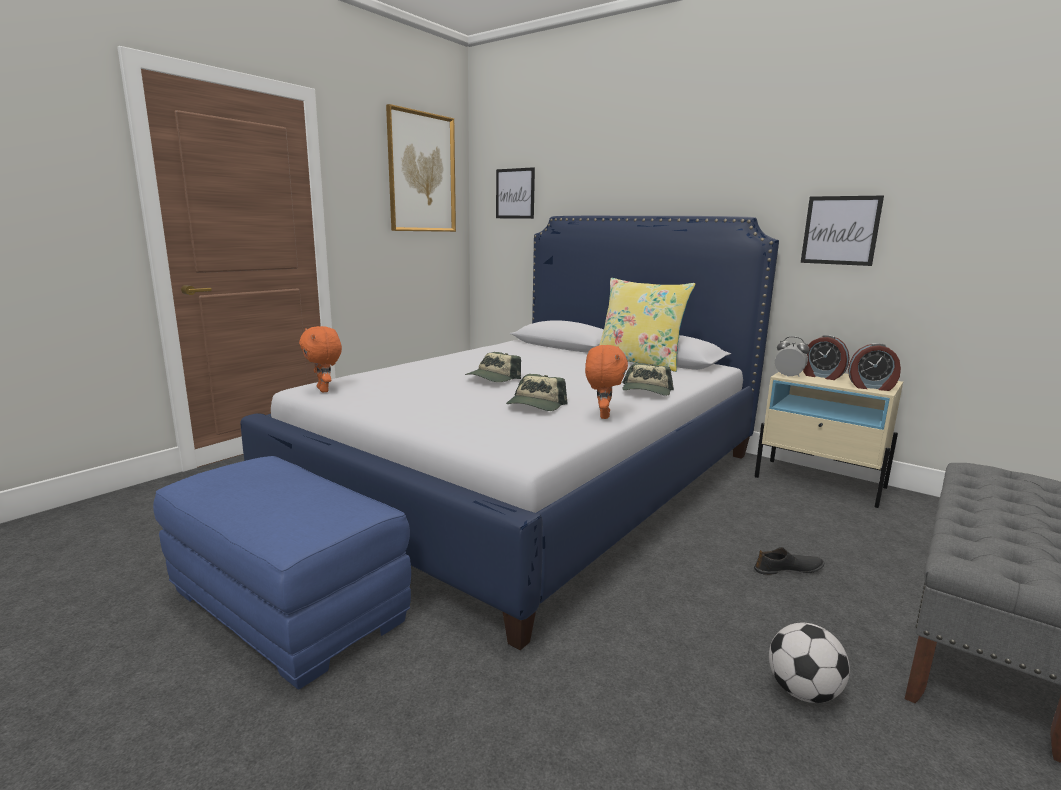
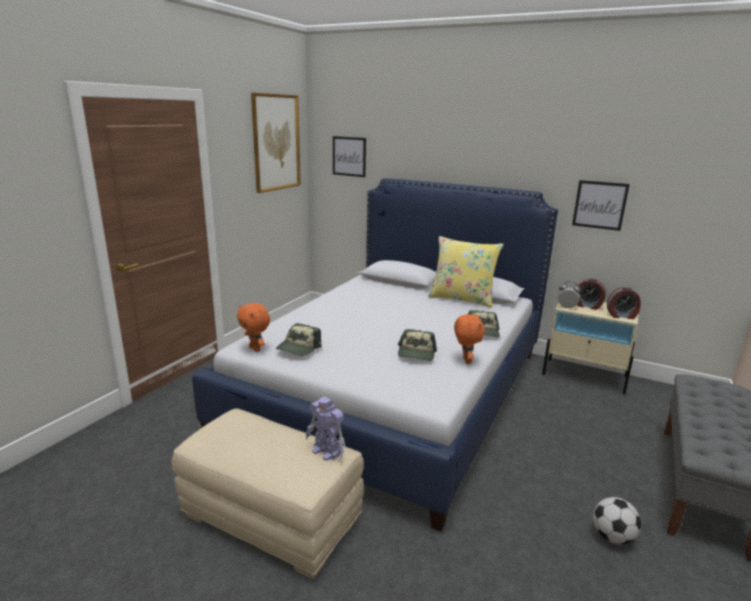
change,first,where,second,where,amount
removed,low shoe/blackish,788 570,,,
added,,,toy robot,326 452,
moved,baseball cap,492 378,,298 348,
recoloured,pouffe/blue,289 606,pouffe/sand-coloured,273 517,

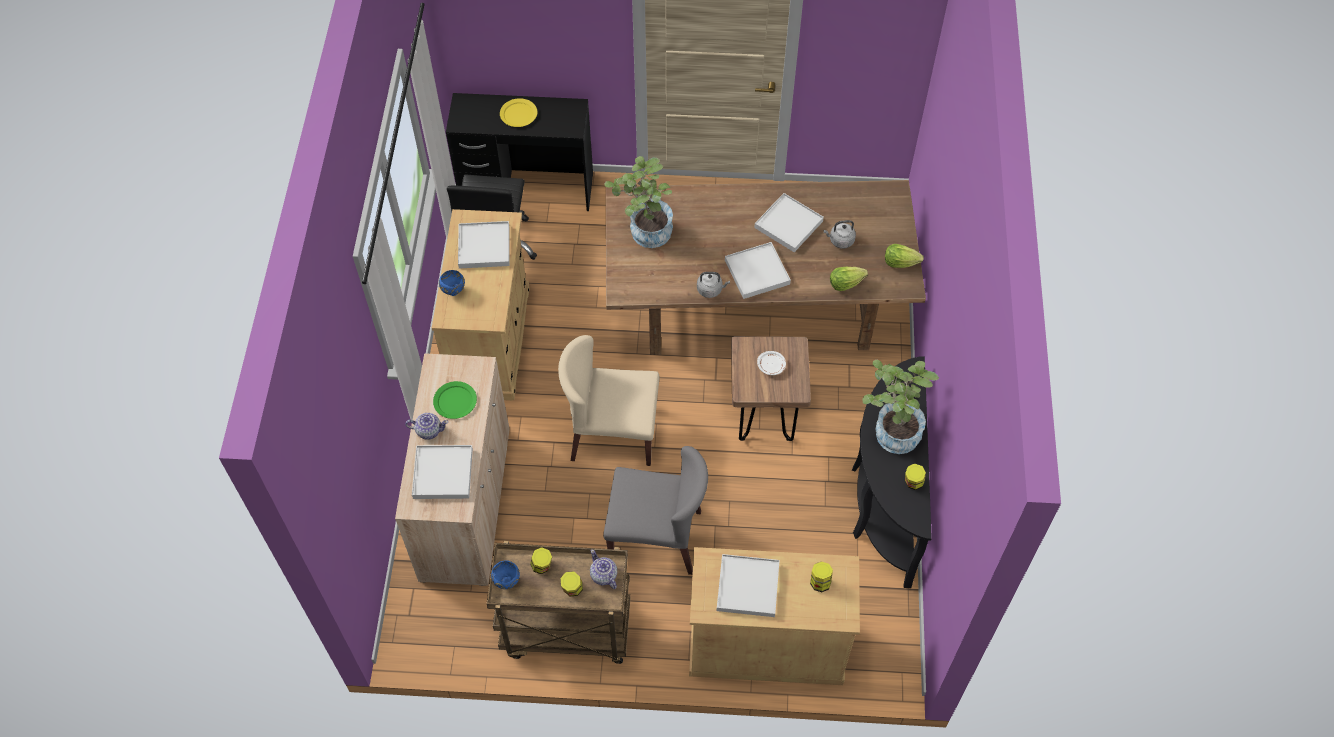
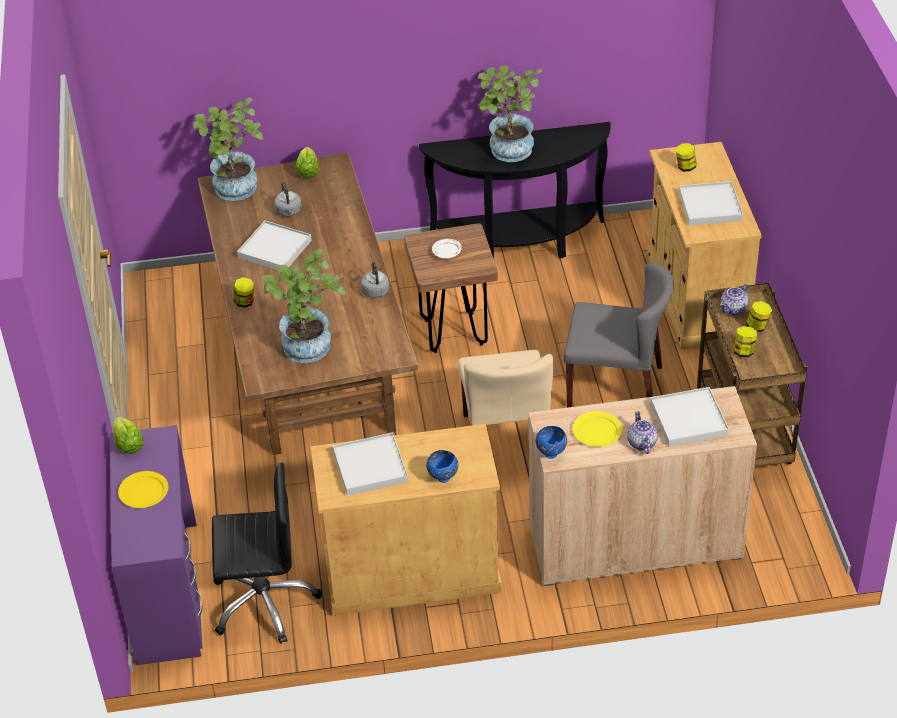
change,first,where,second,where,amount
removed,serving tray/white,757 272,,,
added,,,plant in a pot,236 192,
moved,bowl/blue,507 582,,551 453,
moved,lettuce,845 283,,128 444,
moved,jar,913 482,,245 302,
recoloured,dinner plate/greenish,455 401,dinner plate/yellowish,597 431,
recoloured,desk/blackish,527 188,desk/purple,166 592,
turned,upright chair/grey,656 537,,616 386,105 degrees clockwise

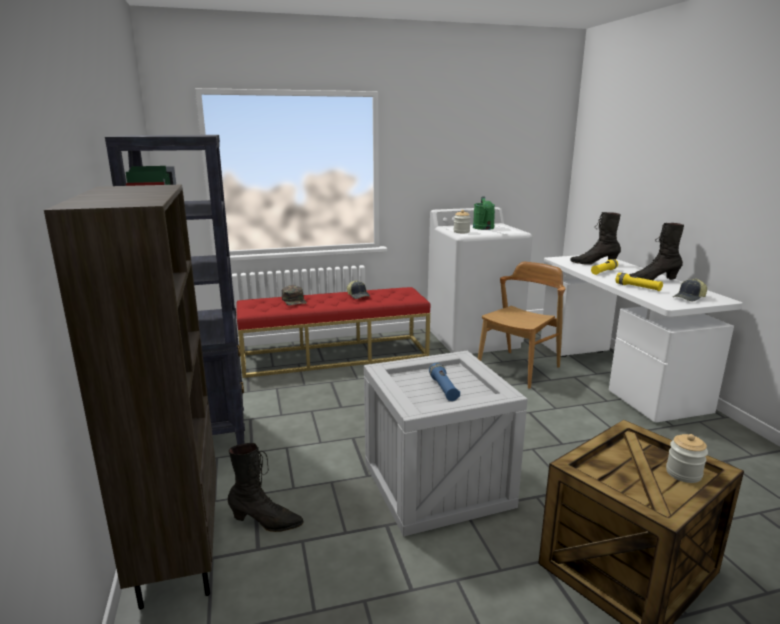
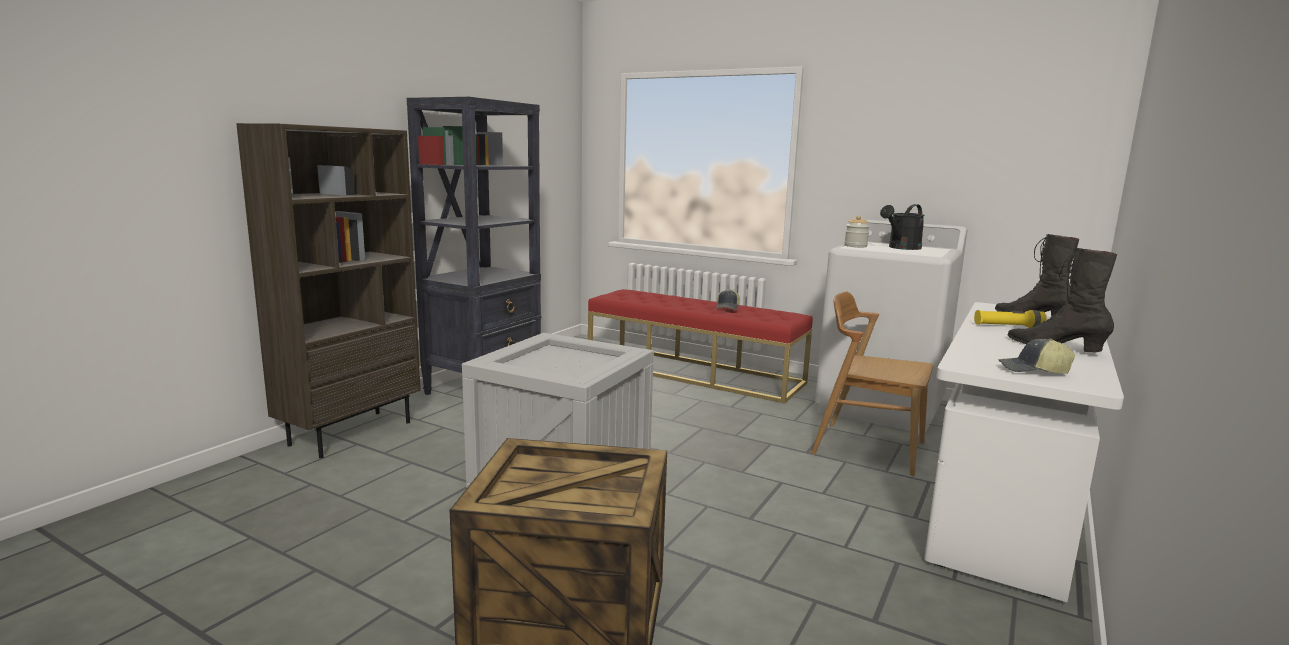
change,first,where,second,where,amount
removed,tall boot/blackish,266 522,,,
removed,baseball cap/greenish,294 300,,,
removed,hand torch/blue,443 388,,,
removed,hand torch/yellowish,637 287,,,
removed,jar,683 473,,,
recoloured,sprinkling can/greenish,484 228,sprinkling can/blackish,901 248,
turned,upright chair/brown,519 369,,868 448,150 degrees counterclockwise

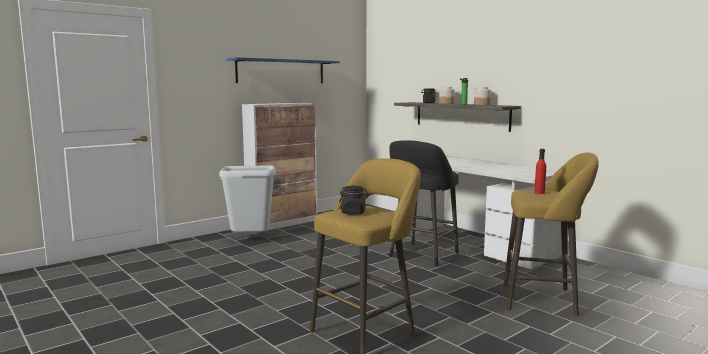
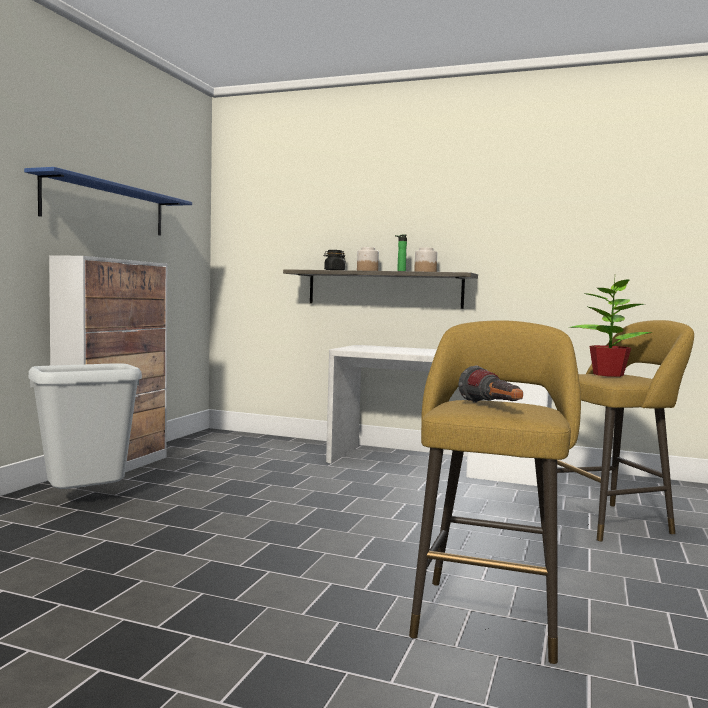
change,first,where,second,where,amount
removed,stool/blackish,422 255,,,
replaced,jar/blackish,353 212,hand torch,493 407,
replaced,beverage bottle/red,539 192,plant in a pot,608 374,

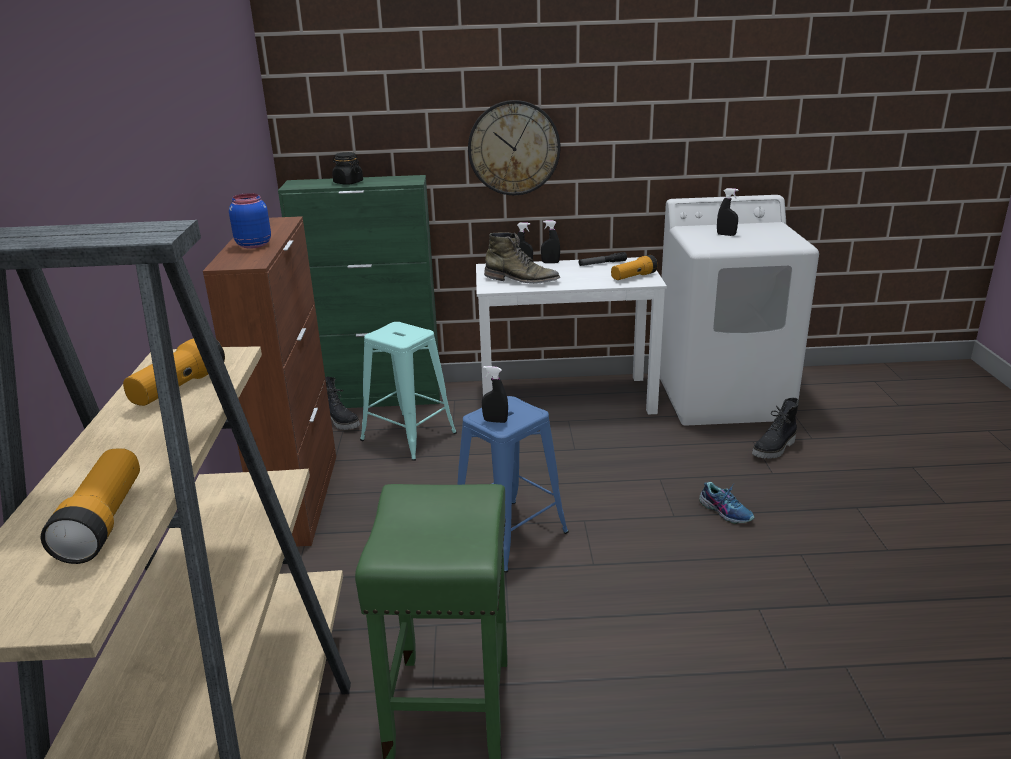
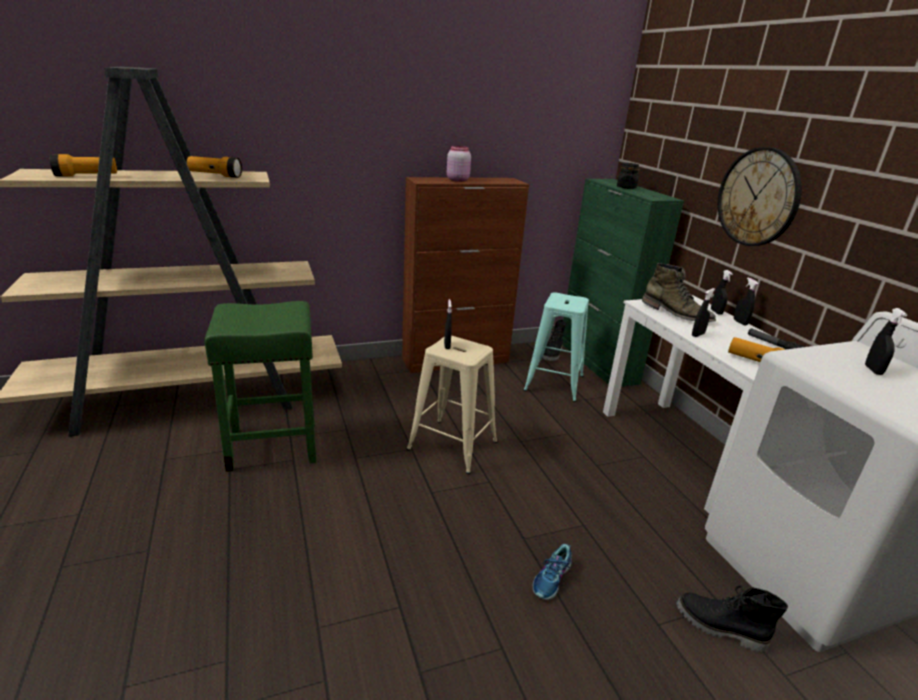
change,first,where,second,where,amount
added,,,sprayer/blackish,698 334,
recoloured,jar/blue,253 245,jar/pinkish,458 180,
recoloured,stool/blue,509 535,stool/sand-coloured,452 445,
turned,tall boot/greenish,521 280,,676 313,45 degrees counterclockwise

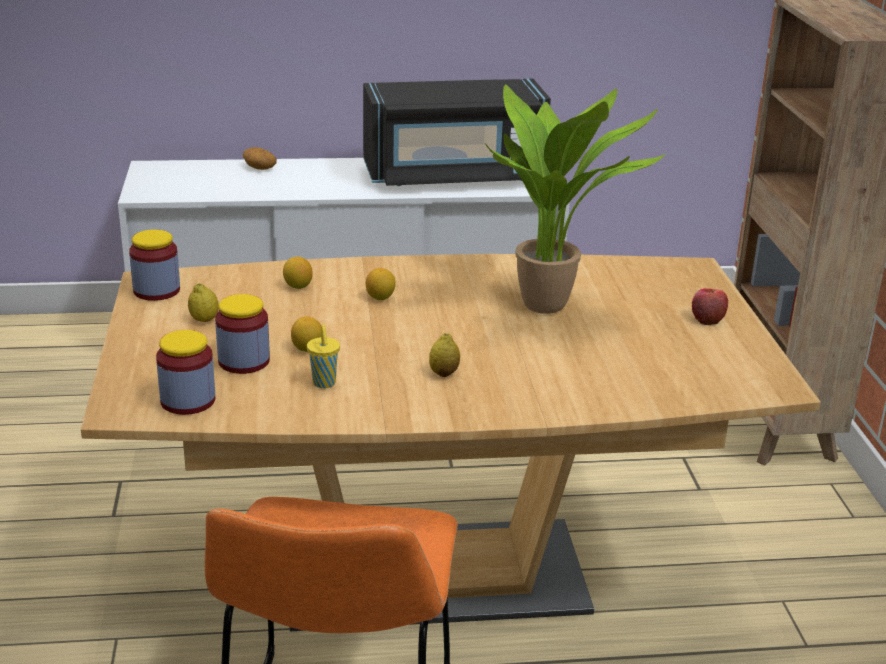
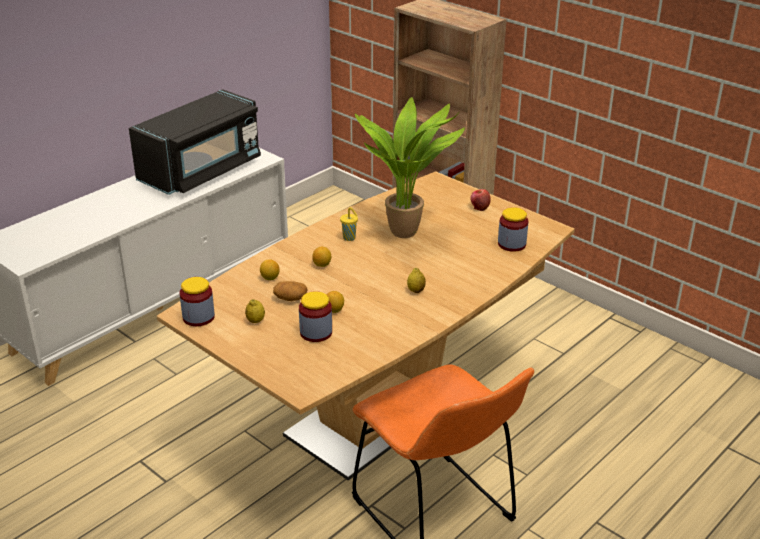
change,first,where,second,where,amount
moved,jar,188 401,,511 244,
moved,potato,259 168,,290 298,
moved,drinking cup/yellowish,324 384,,350 238,

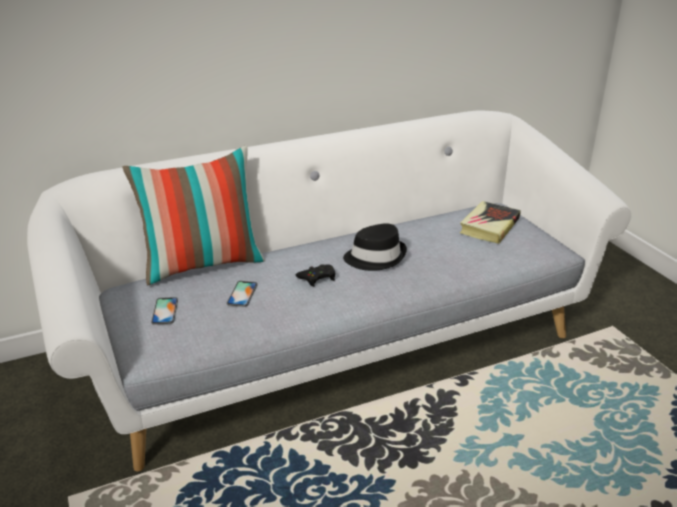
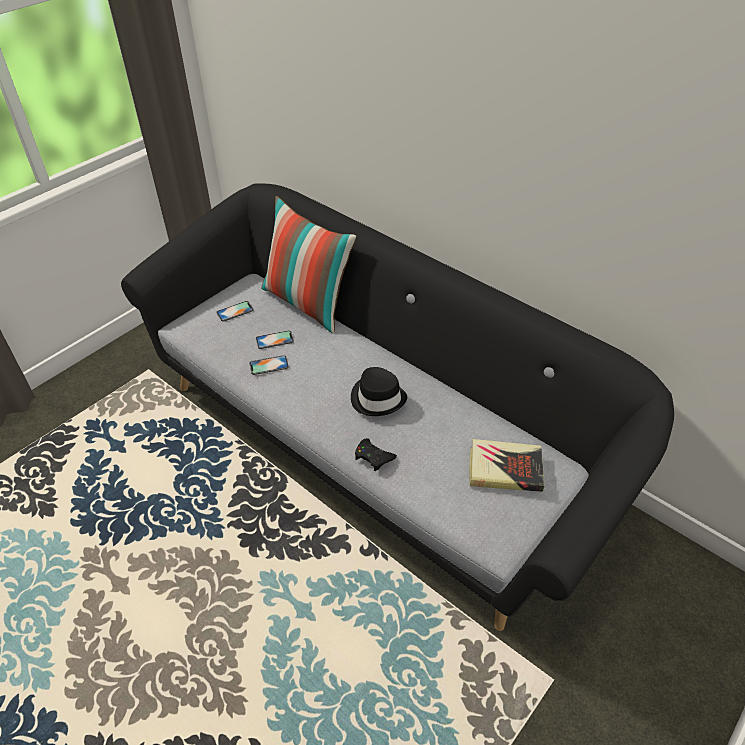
change,first,where,second,where,amount
added,,,telephone,269 365,
moved,joypad/blackish,317 278,,373 457,
recoloured,sofa/white,338 344,sofa/blackish,372 442,

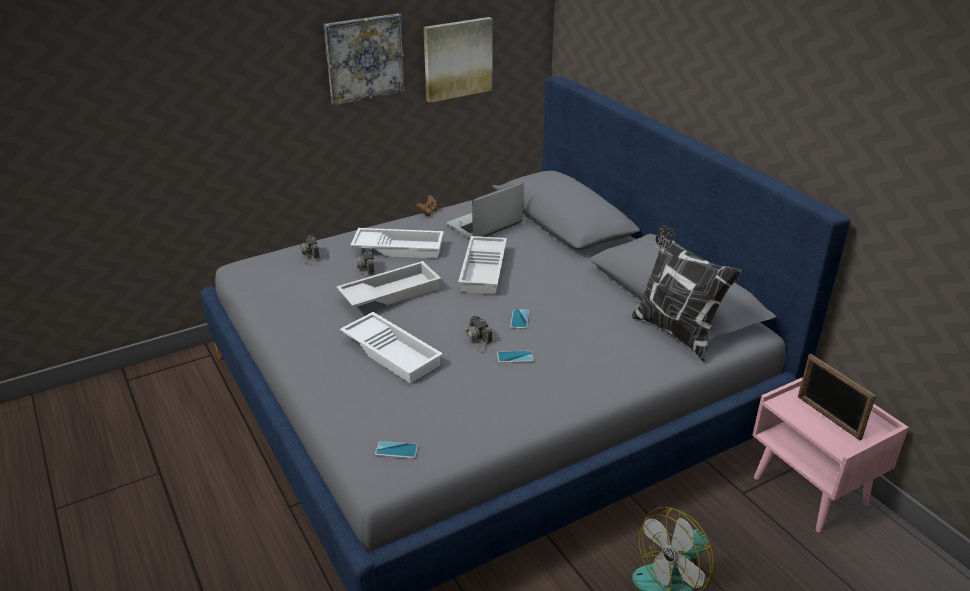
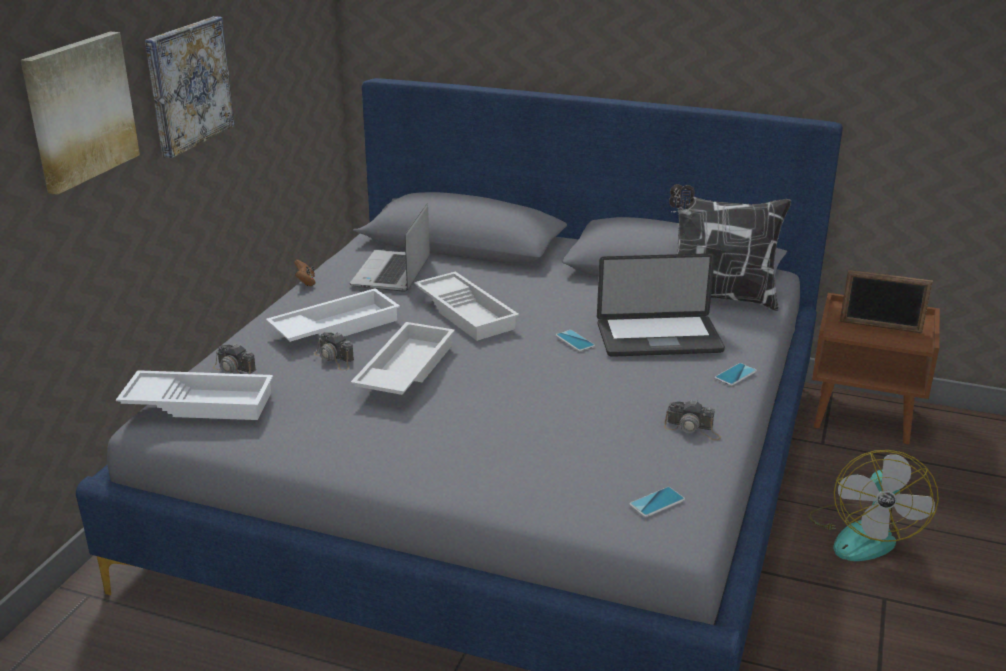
change,first,where,second,where,amount
added,,,notebook computer,659 338,
moved,serving tray/white,393 352,,200 402,
moved,wall art,457 59,,79 110,
moved,still camera,478 338,,693 429,
moved,telephone,515 357,,735 375,
recoloured,nightstand/pinkish,811 491,nightstand/brown,864 416,

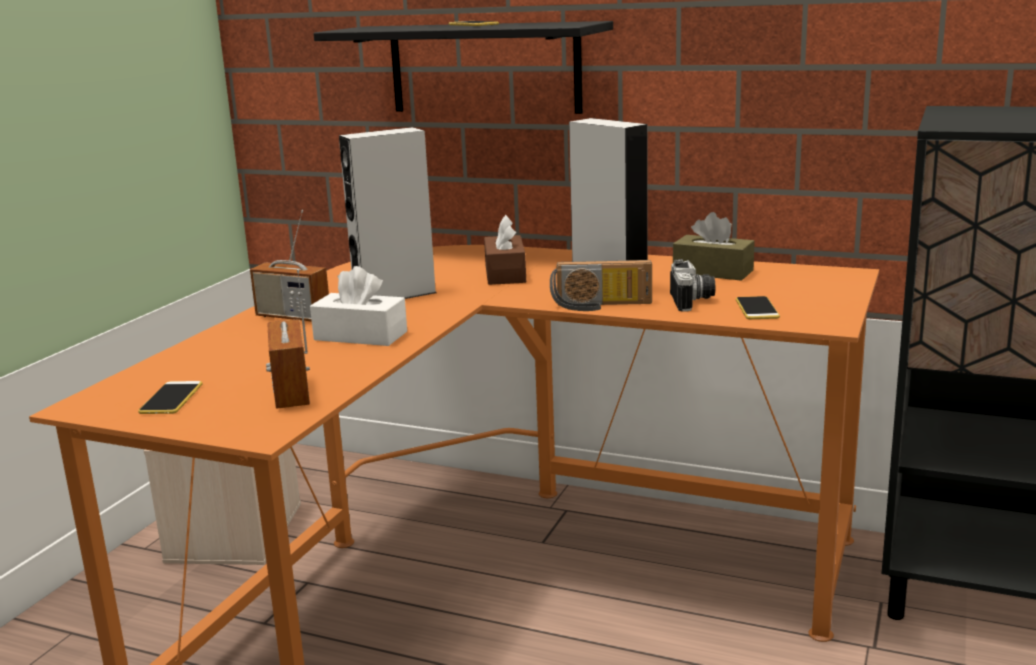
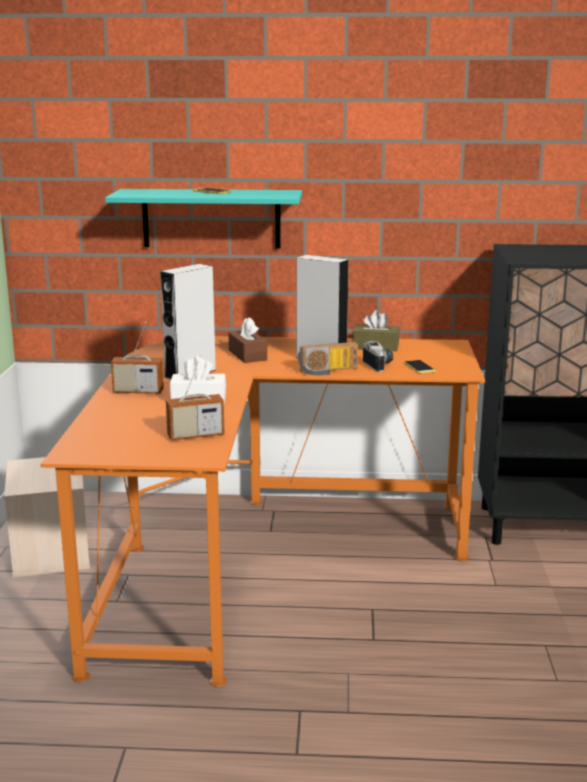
change,first,where,second,where,amount
removed,telephone,171 398,,,
recoloured,wall shelf/blackish,484 68,wall shelf/turquoise,211 218,
turned,radio,291 393,,195 435,75 degrees counterclockwise

